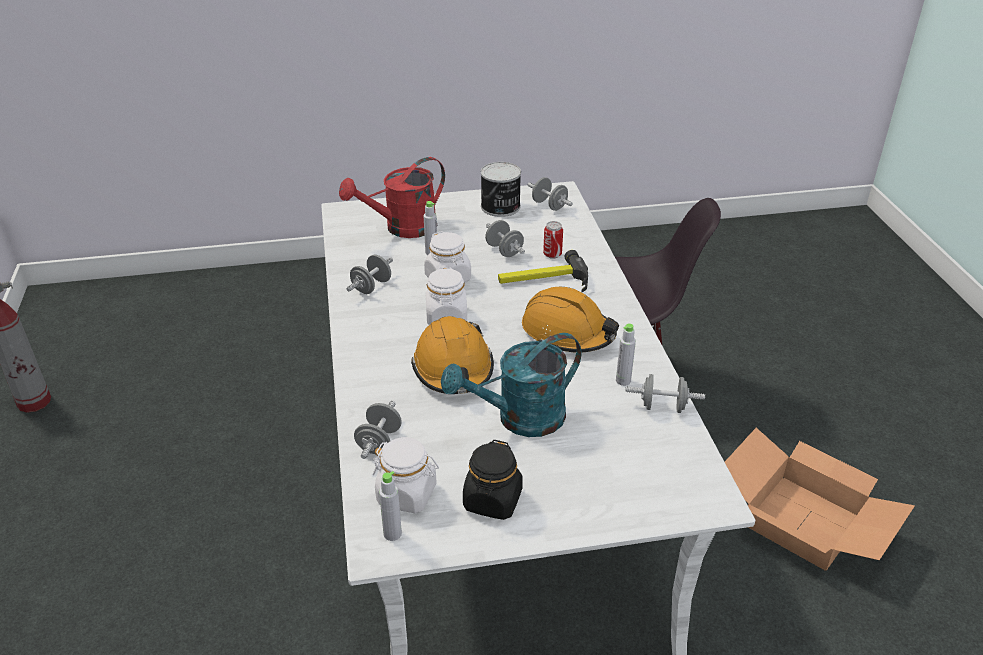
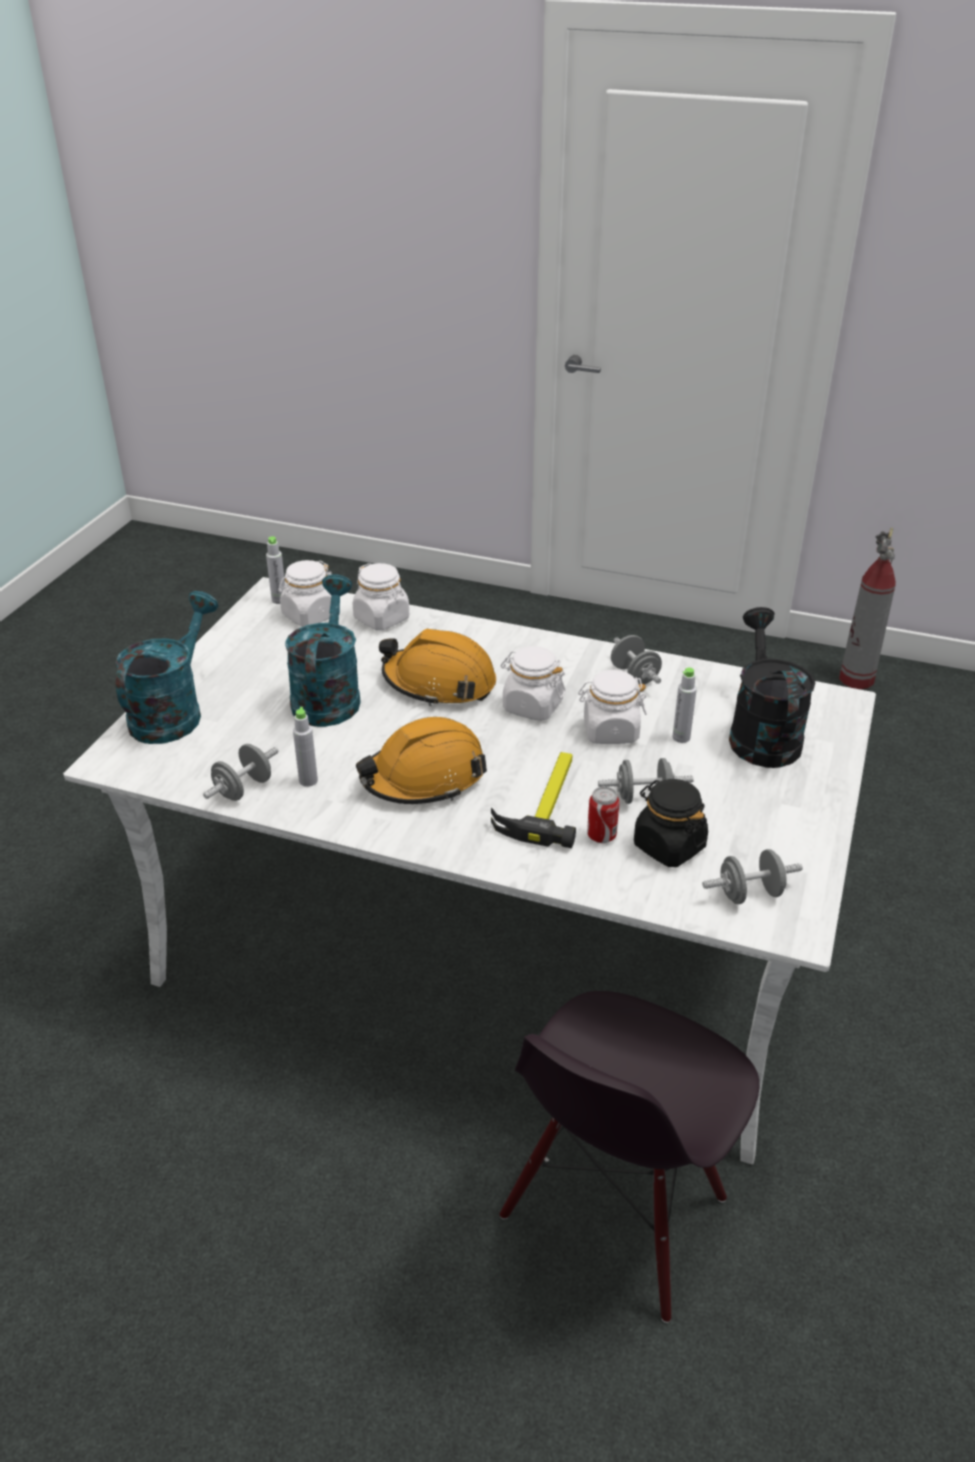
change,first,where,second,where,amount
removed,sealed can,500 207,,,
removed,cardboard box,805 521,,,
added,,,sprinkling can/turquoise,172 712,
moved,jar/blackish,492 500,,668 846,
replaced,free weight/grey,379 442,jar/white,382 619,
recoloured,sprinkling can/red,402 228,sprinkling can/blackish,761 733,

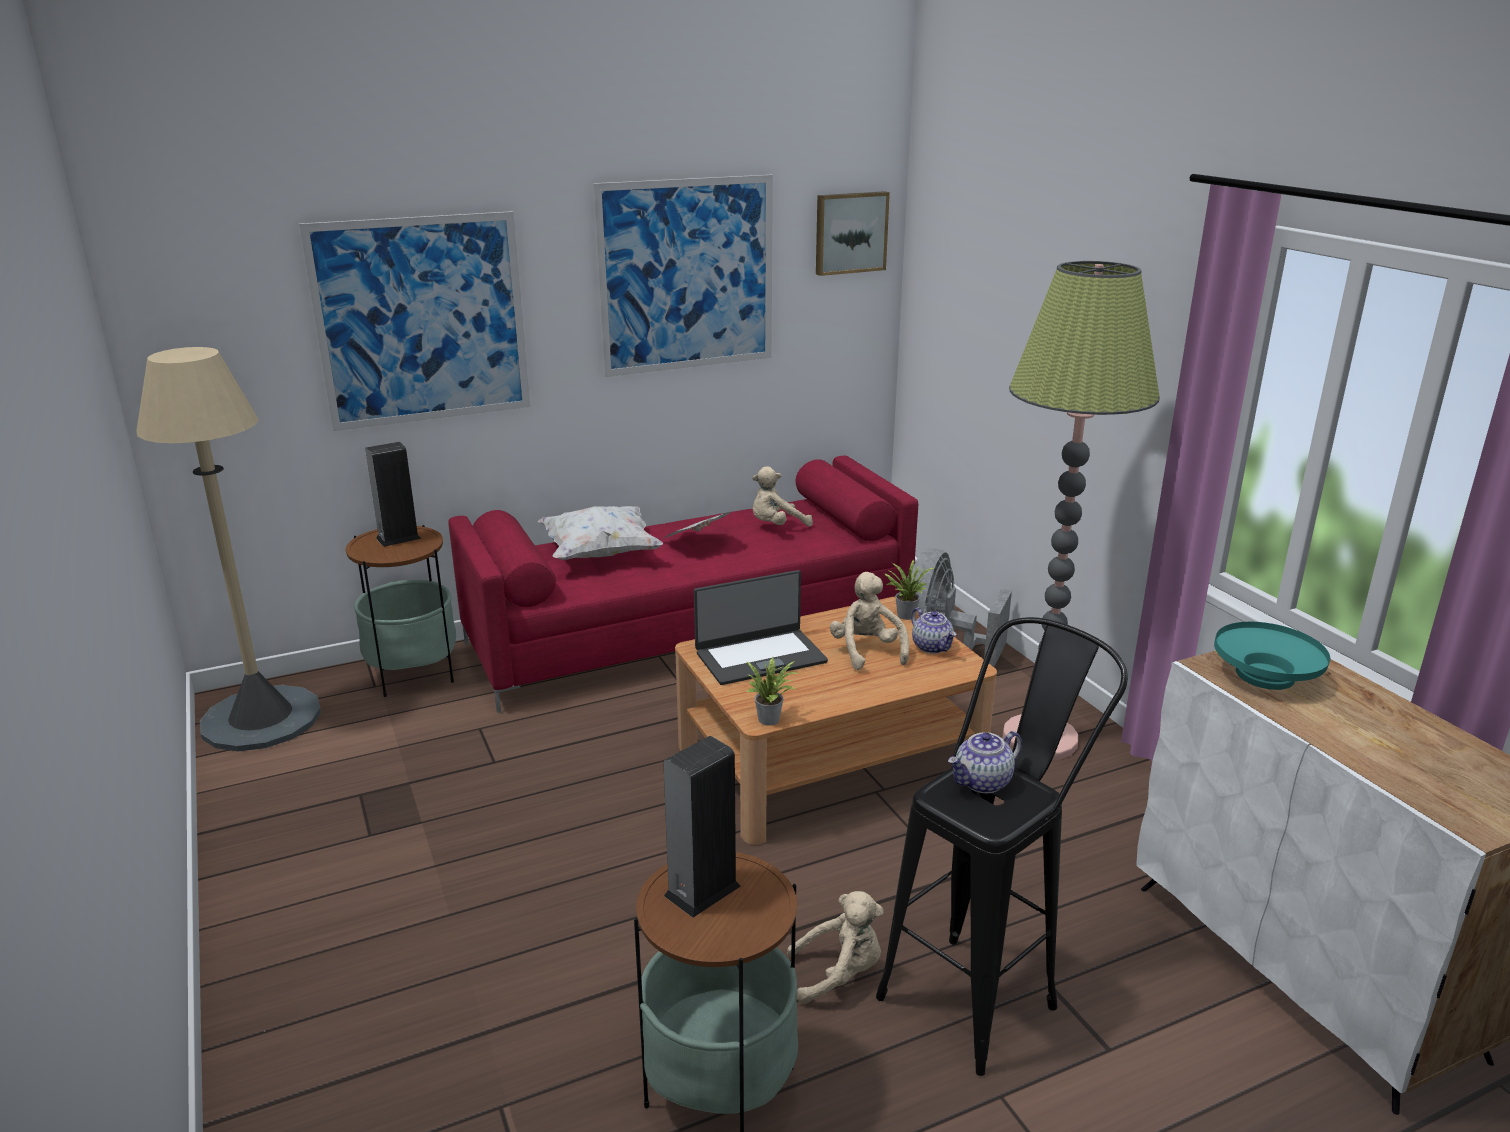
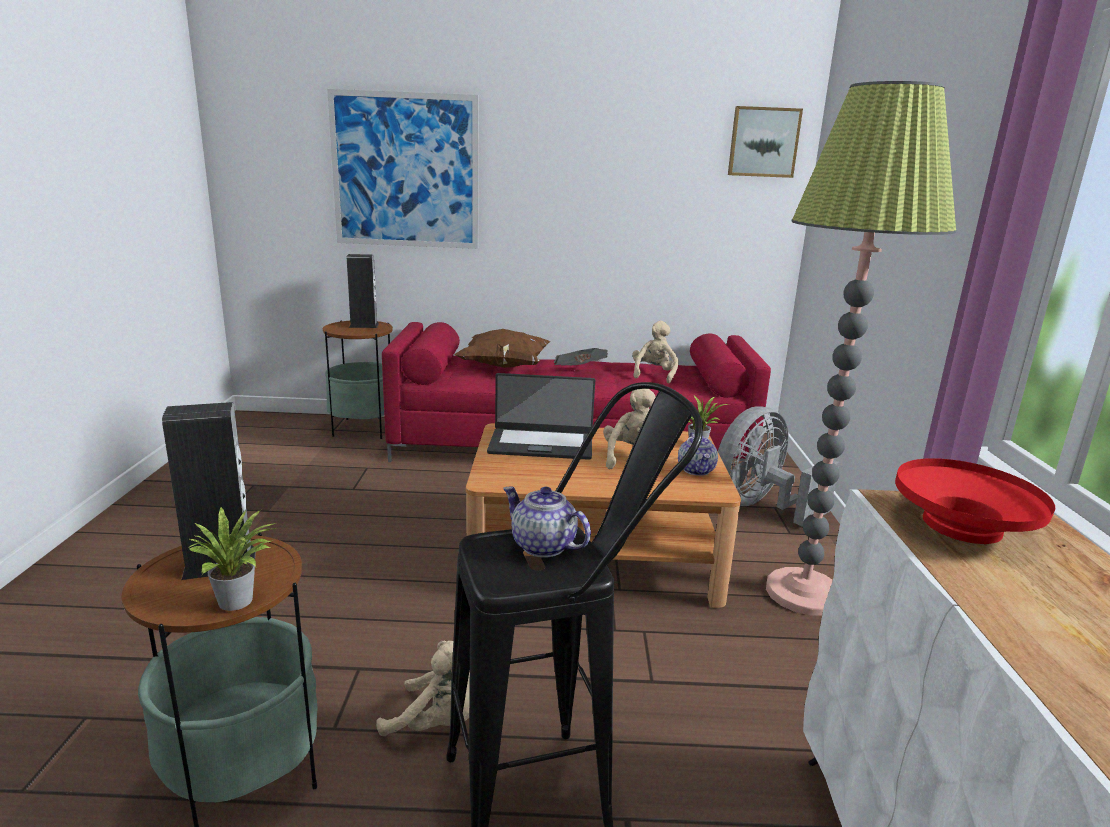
change,first,where,second,where,amount
removed,standing lamp/sand-coloured,261 719,,,
removed,wall art,687 275,,,
moved,plant in a pot,771 719,,240 601,
recoloured,throw pillow/white,600 554,throw pillow/brown,503 366,
recoloured,bowl/turquoise,1265 676,bowl/red,962 526,
turned,soft toy/sand-coloured,777 526,,654 375,105 degrees clockwise
turned,teapot,983 782,,542 546,45 degrees clockwise

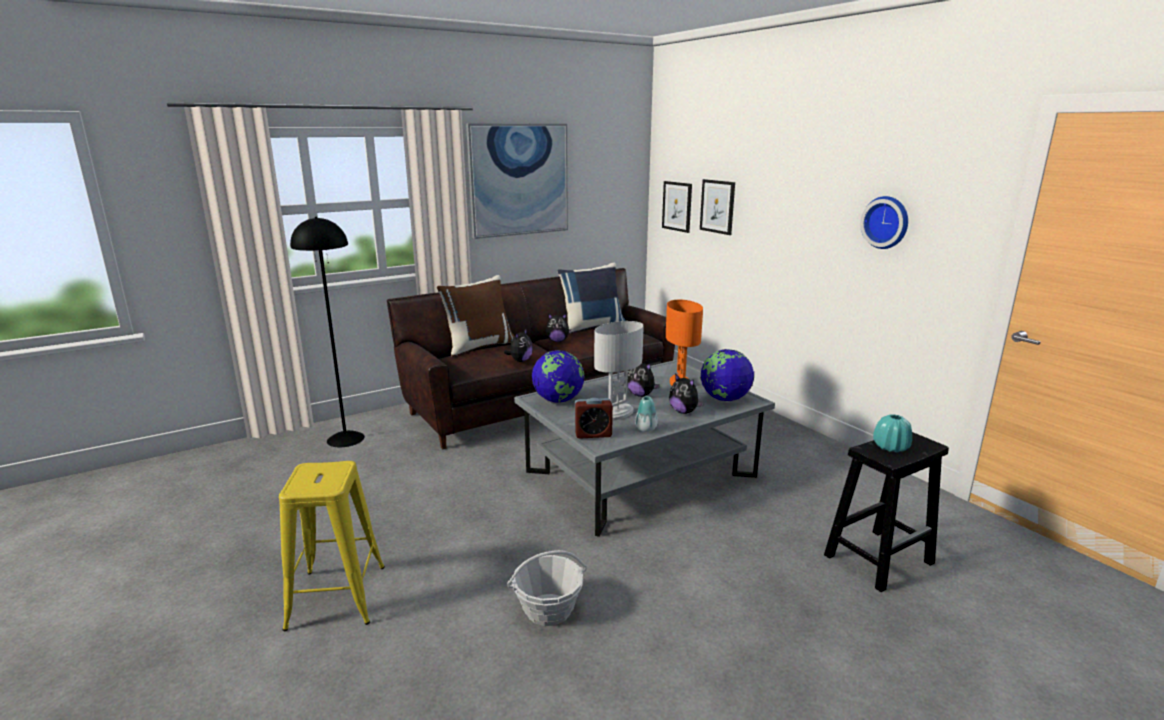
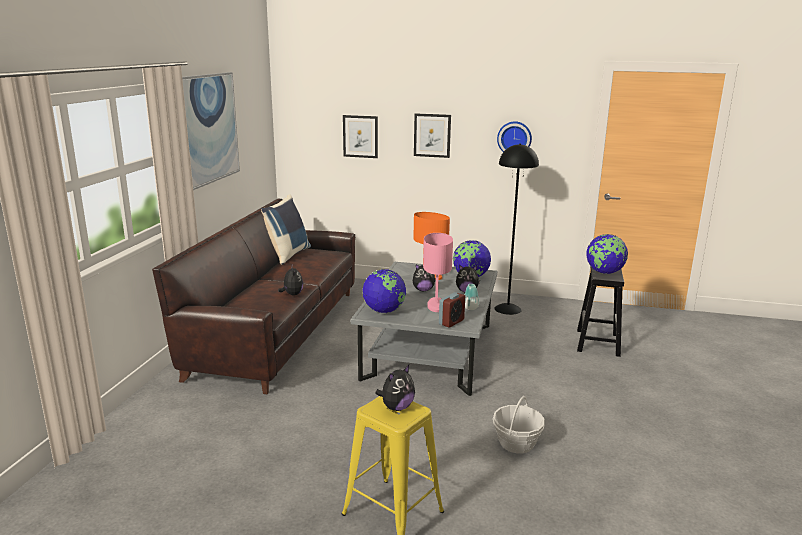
change,first,where,second,where,amount
removed,throw pillow/brown,479 346,,,
moved,standing lamp/blackish,346 439,,507 309,
moved,soft toy,557 341,,396 407,
moved,wall art,677 206,,432 135,
replaced,vase/turquoise,890 447,desk globe,604 272,
recoloured,tabletop lamp/white,617 413,tabletop lamp/pinkish,435 305,

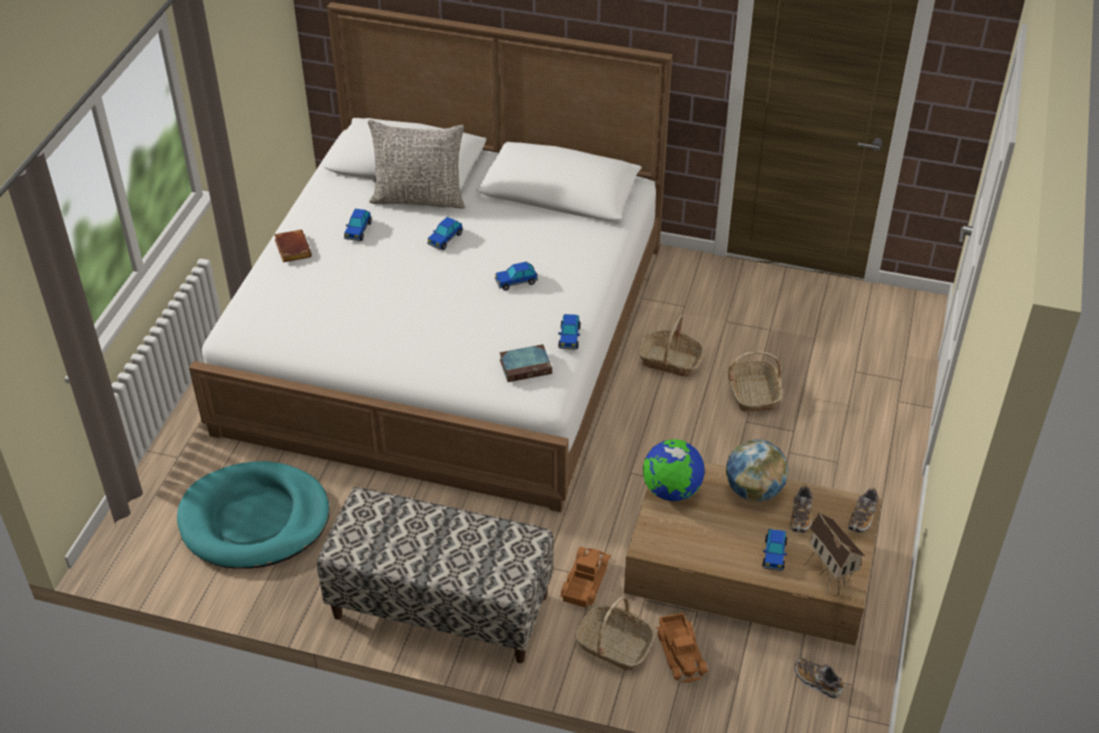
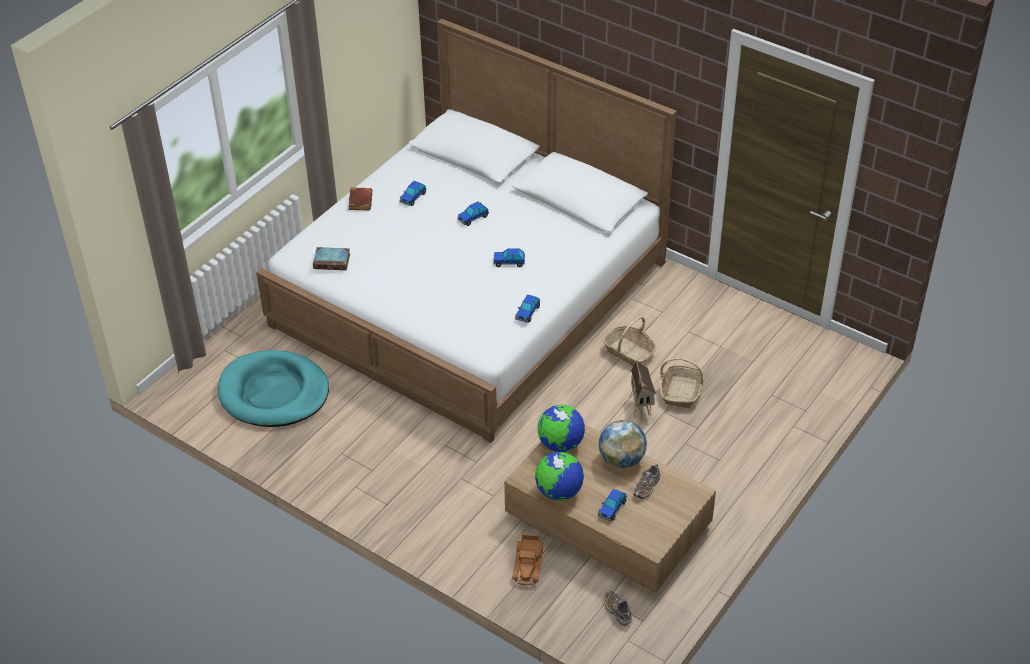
change,first,where,second,where,amount
removed,bench,440 607,,,
removed,throw pillow/grey,419 198,,,
removed,model truck,584 581,,,
removed,household basket,614 645,,,
removed,low shoe,862 517,,,
added,,,desk globe,558 492,
moved,volume,526 366,,332 261,
moved,model house,829 577,,641 408,

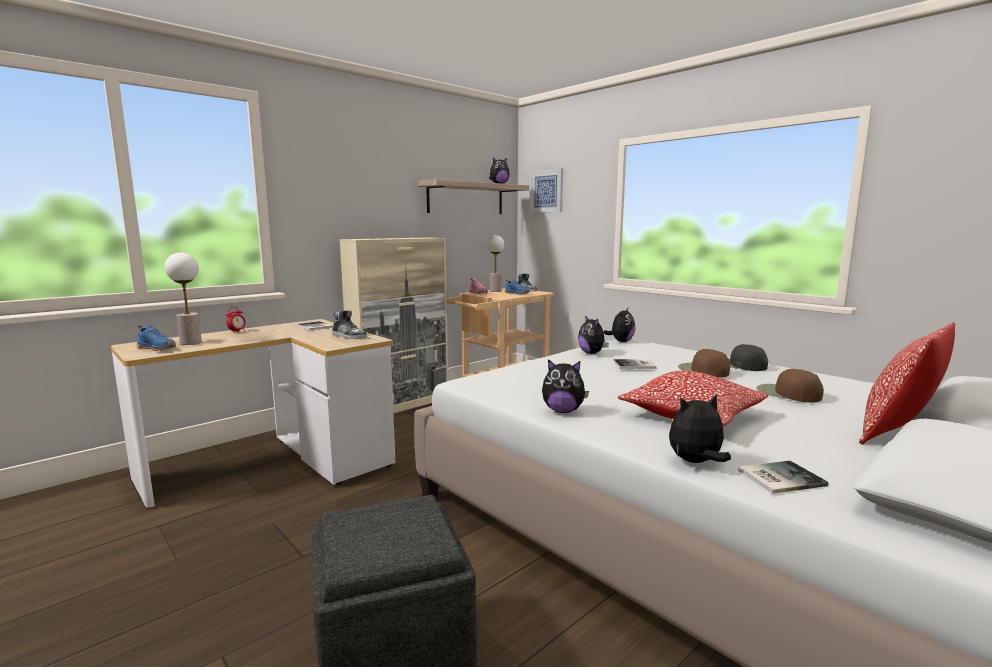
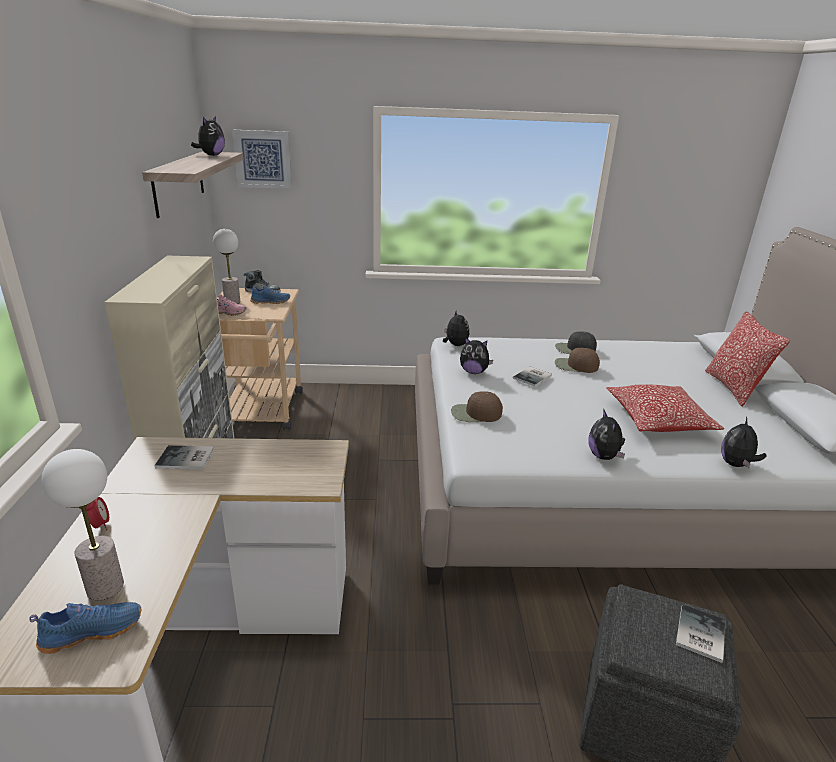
change,first,where,second,where,amount
removed,low shoe,349 336,,,
moved,volume,778 477,,698 634,
moved,baseball cap/brown,787 393,,475 413,
turned,soft toy,563 411,,604 456,120 degrees clockwise

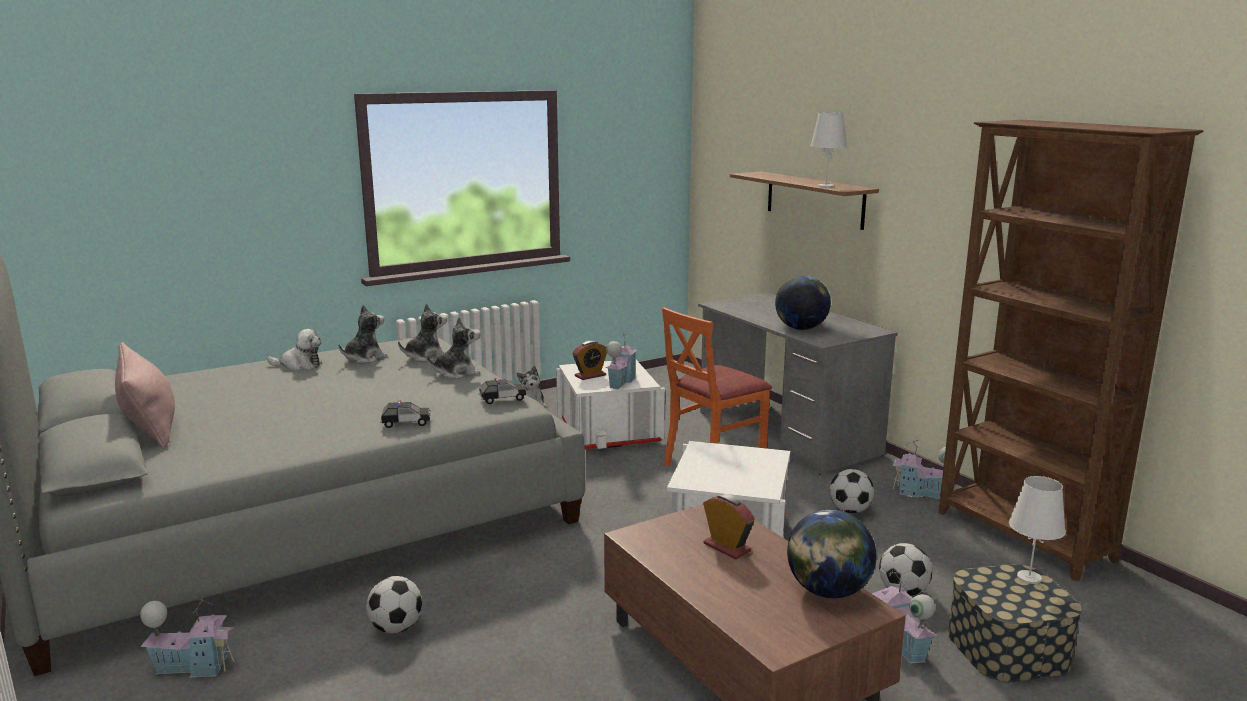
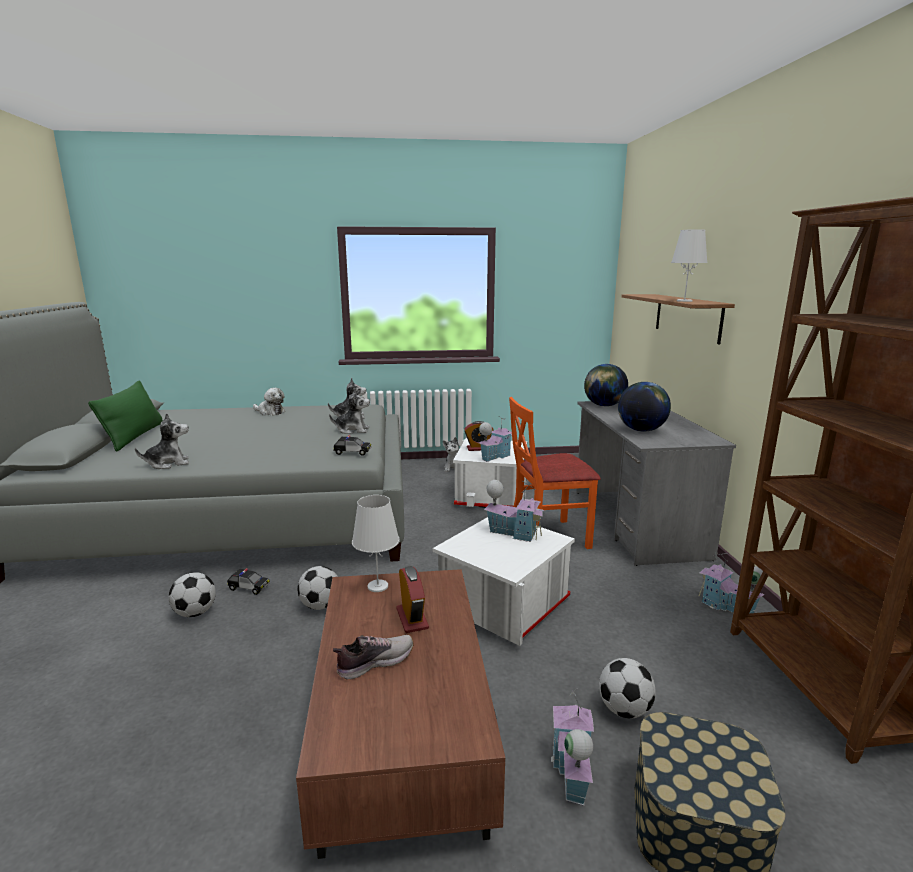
change,first,where,second,where,amount
added,,,low shoe,374 662,
moved,model house,193 666,,514 533,
moved,soft toy,364 358,,168 463,
moved,miniature car,406 423,,249 587,
moved,desk globe,828 591,,604 405,
moved,football,850 510,,321 605,
moved,tabletop lamp/white,1029 577,,378 586,
recoloured,throw pillow/pinkish,150 426,throw pillow/greenish,134 436,

